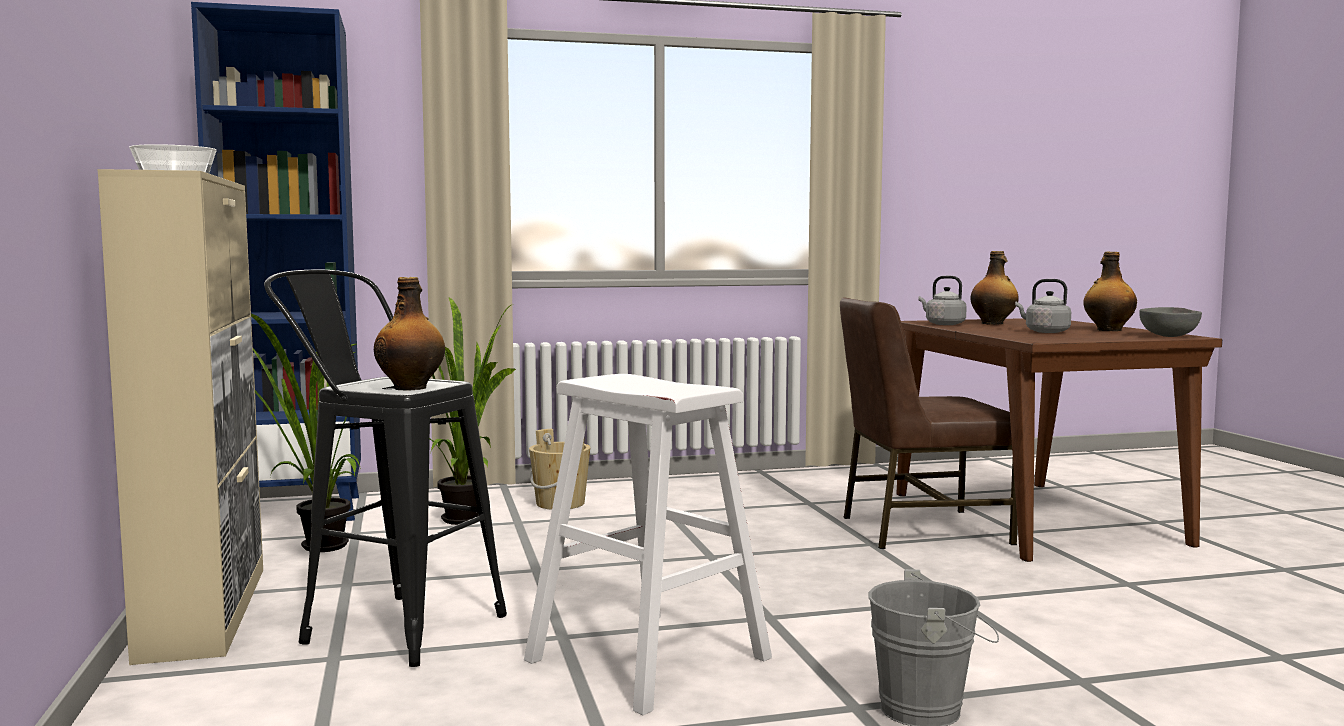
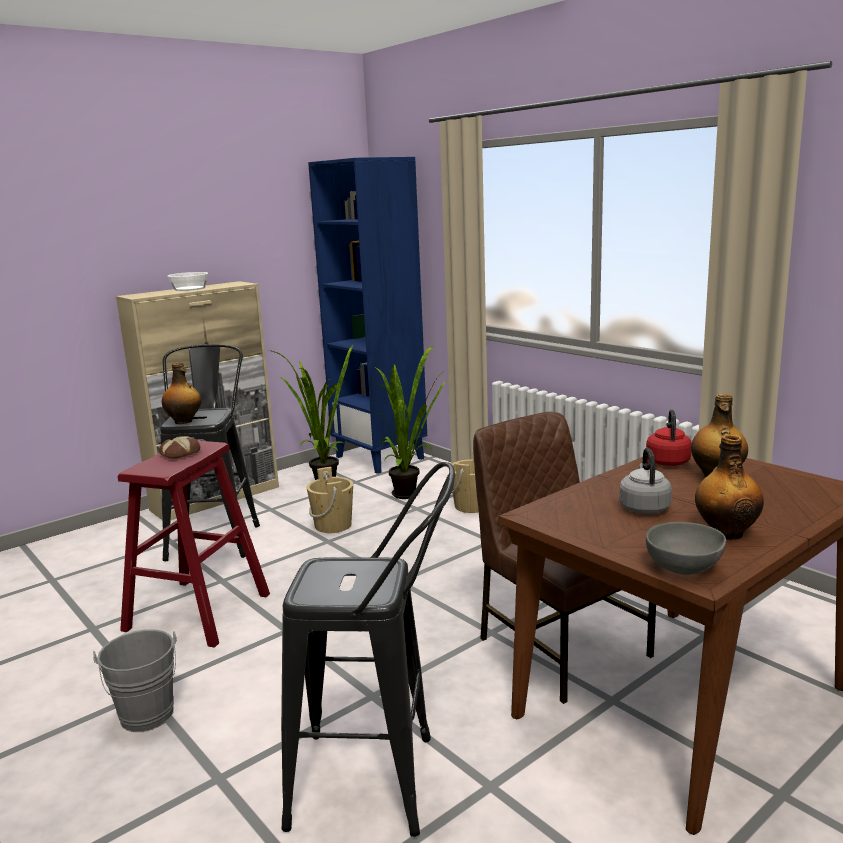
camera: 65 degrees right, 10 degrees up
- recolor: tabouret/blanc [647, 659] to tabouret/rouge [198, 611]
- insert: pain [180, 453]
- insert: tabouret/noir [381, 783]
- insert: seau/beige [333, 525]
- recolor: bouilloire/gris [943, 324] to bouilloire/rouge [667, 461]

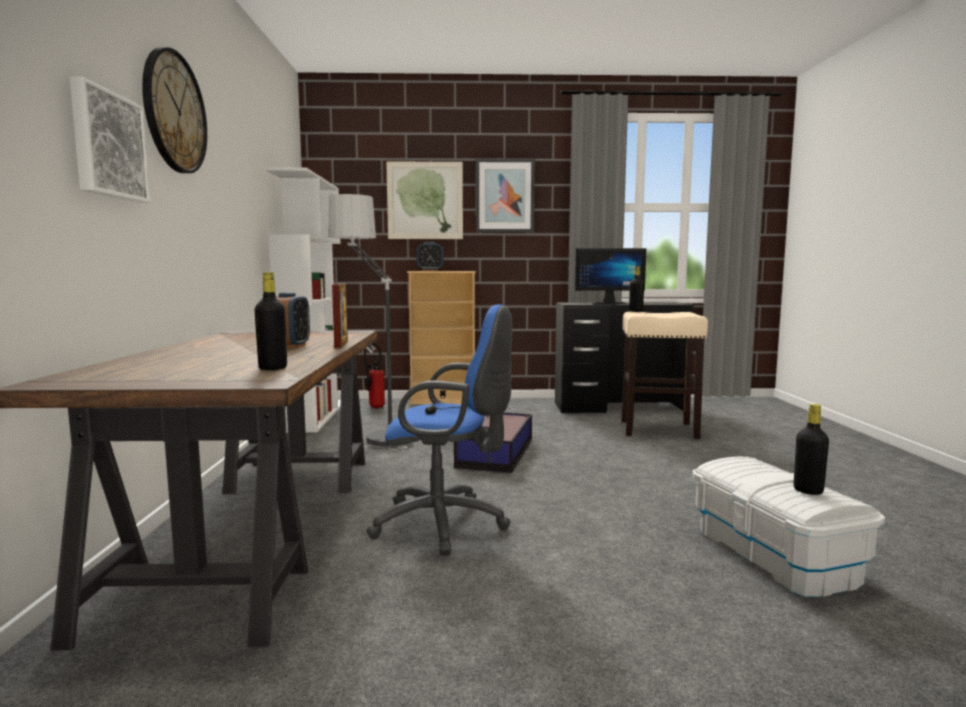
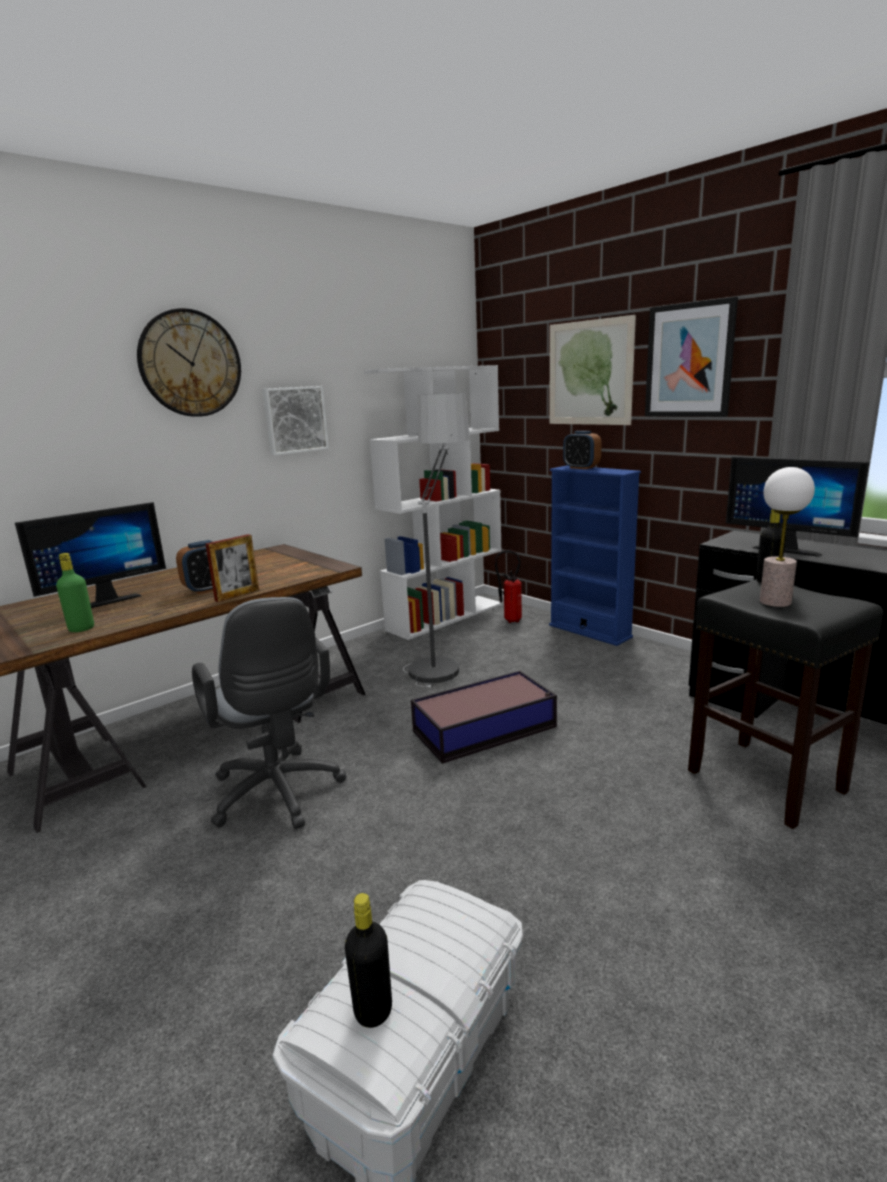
camera: 50 degrees right, 10 degrees up
- insert: écran d'ordinateur [105, 601]
- recolor: bouteille/noir [273, 368] to bouteille/vert [81, 629]
- recolor: chaise de bureau/bleu [447, 524] to chaise de bureau/gris [278, 795]
- move: tableau [107, 145] to [295, 420]
- recolor: bibliothèque/beige [443, 401] to bibliothèque/bleu [589, 631]
- recolor: tabouret/beige [657, 429] to tabouret/noir [763, 780]
- insert: lampe de table [775, 602]

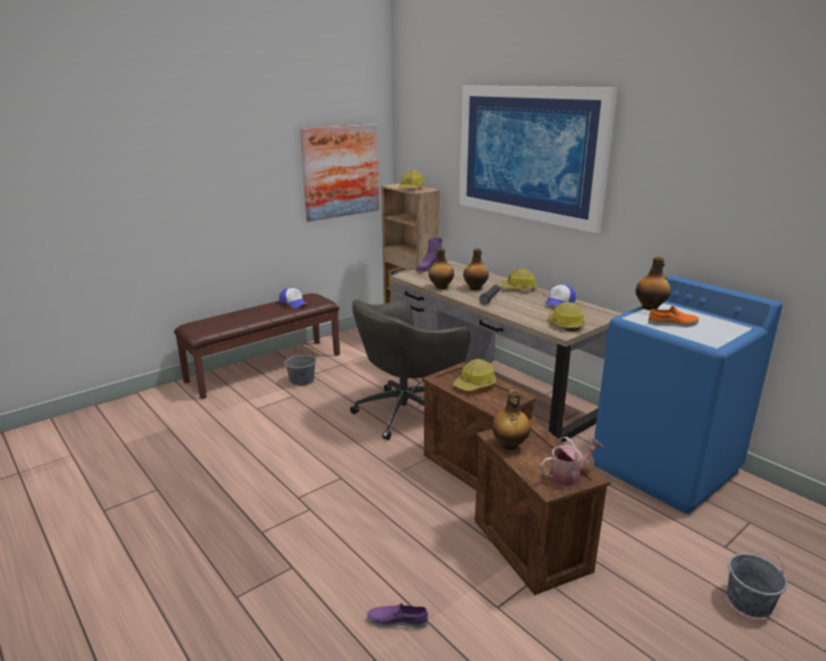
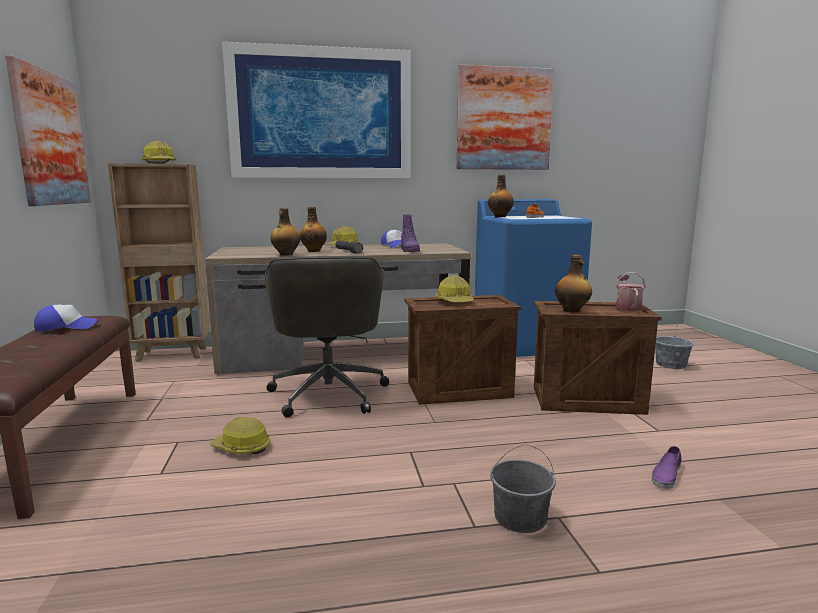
camera: 60 degrees left, 10 degrees down
- move: casque de chantier [565, 324] to [242, 448]
- move: botte/violet [428, 269] to [409, 251]
- insert: tableau [504, 119]
- move: seau/gris [302, 380] to [520, 518]

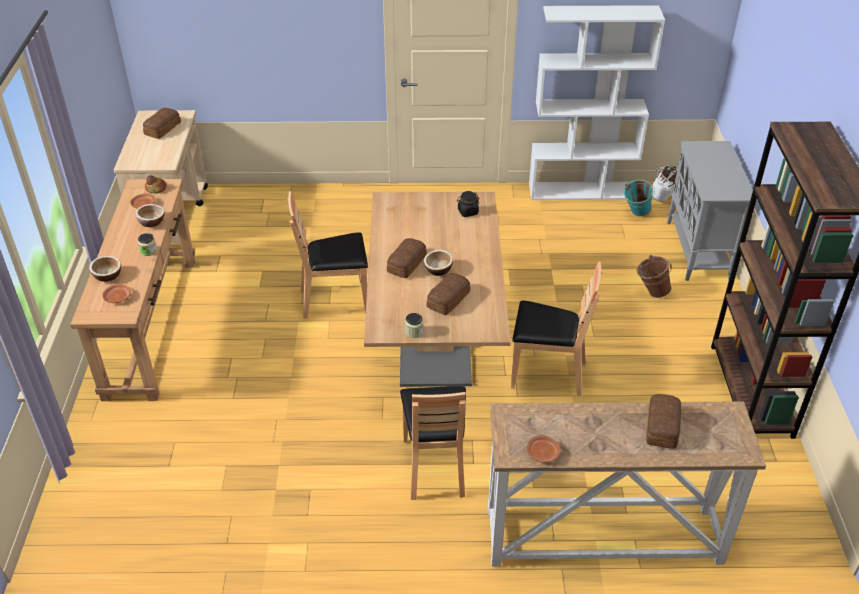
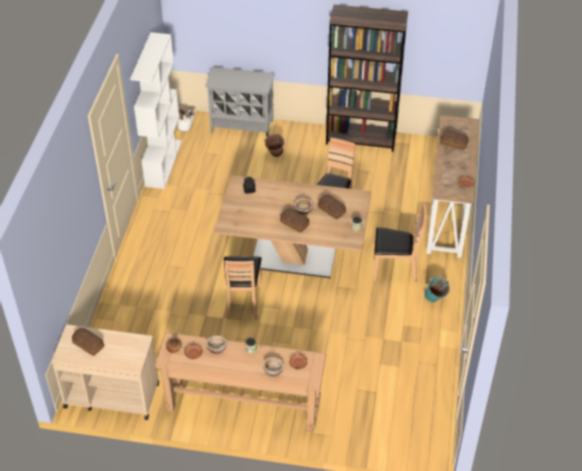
camera: 80 degrees left, 5 degrees up
- move: seau/turquoise [635, 214] to [435, 300]

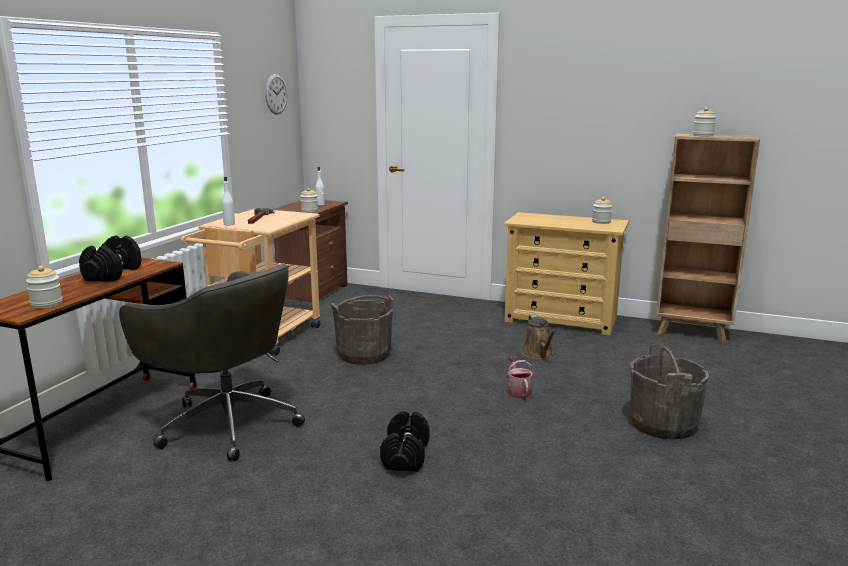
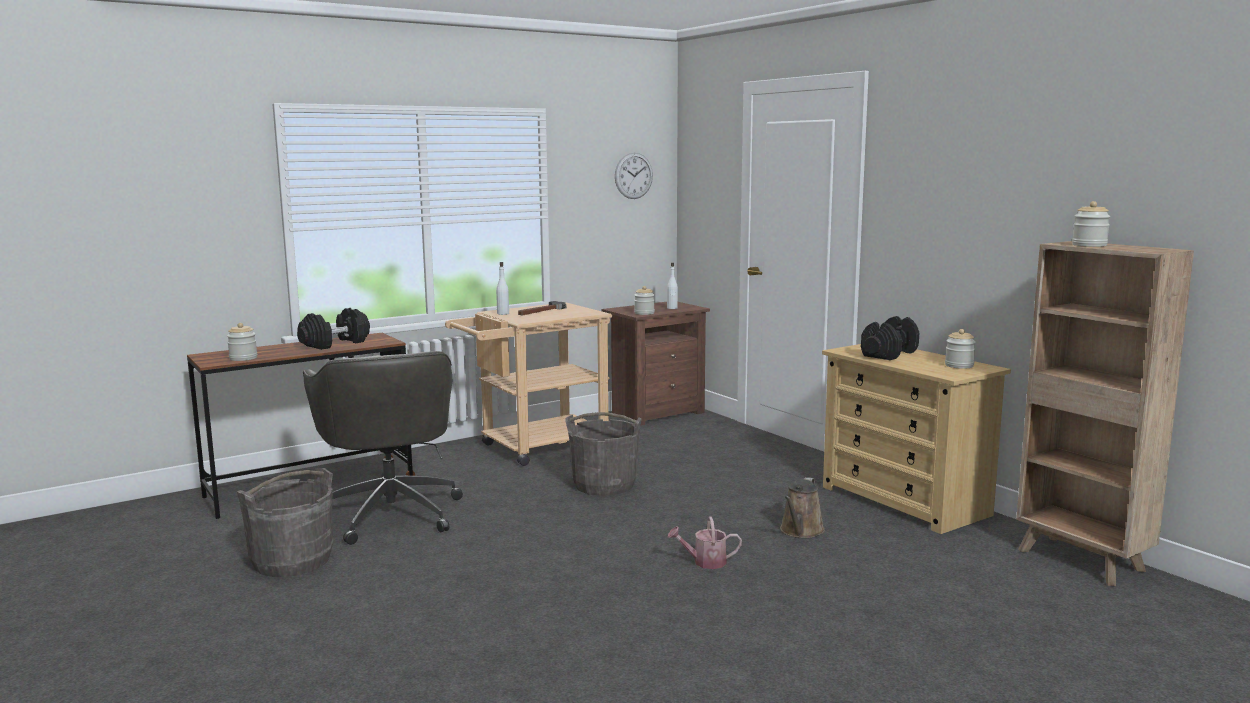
camera: 35 degrees right, 5 degrees down
- move: seau/gris [663, 424] to [292, 561]
- rotate: arrosoir [518, 391] = [705, 562] 120 degrees counterclockwise
- move: haltère/noir [405, 455] to [889, 354]

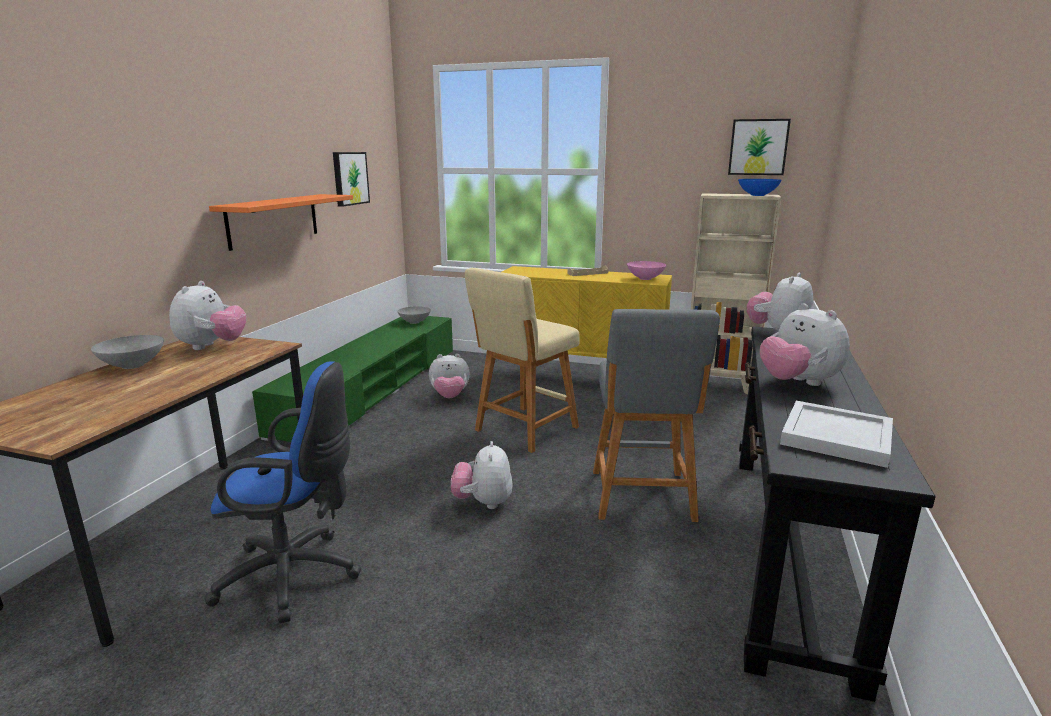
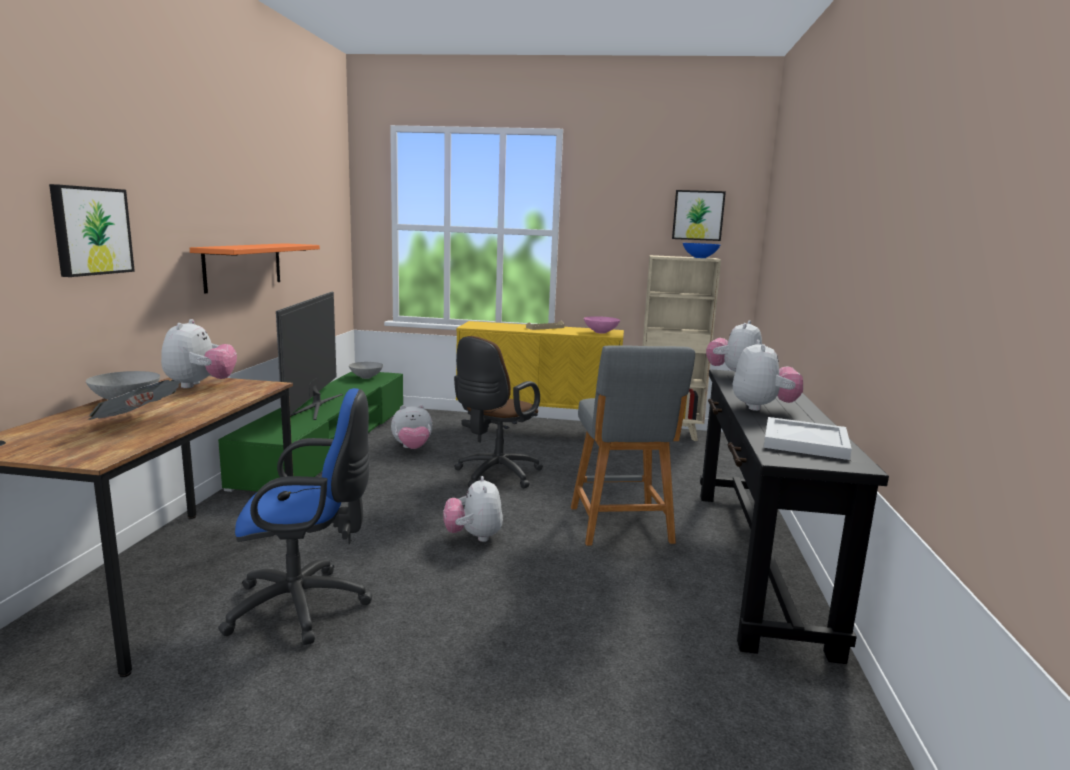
camera: 10 degrees left, 5 degrees down
- move: tableau [349, 178] to [91, 231]
- insert: journal [137, 422]
- insert: téléviseur [314, 405]
- replace: tabouret/beige [523, 430] to chaise de bureau/marron [494, 475]
- rotate: peluche [798, 383] = [762, 408] 135 degrees counterclockwise

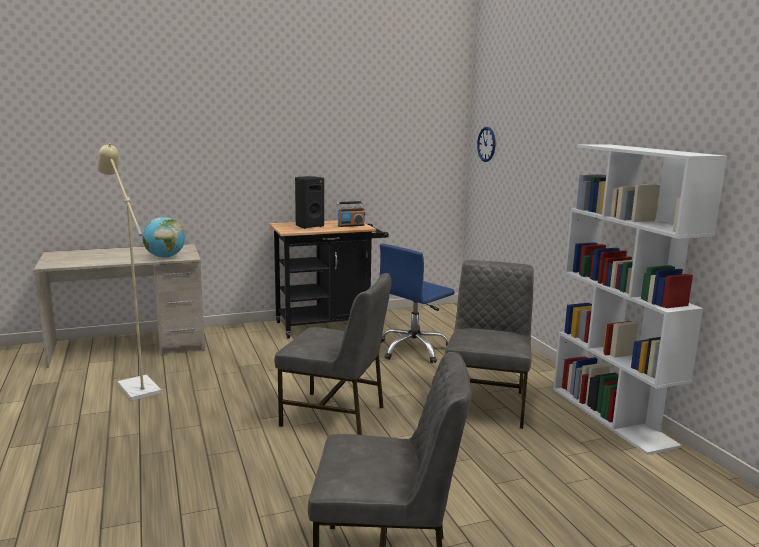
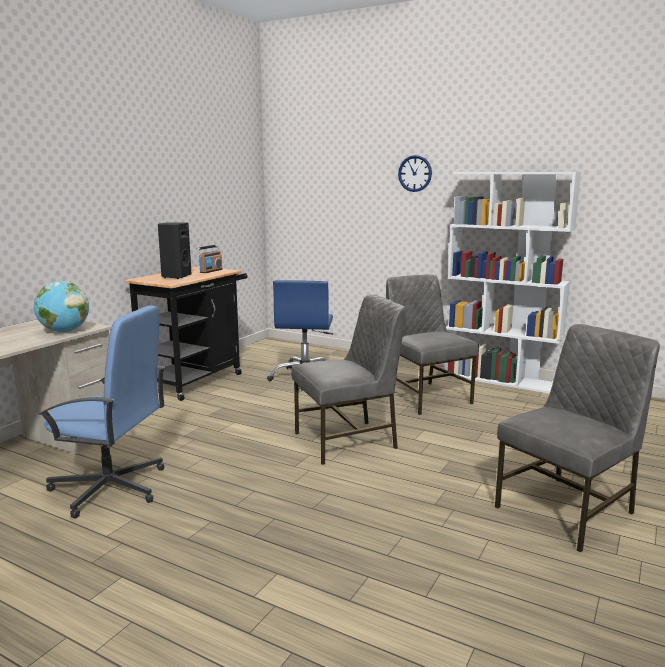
camera: 40 degrees left, 0 degrees up
- replace: lampadaire/beige [136, 385] to chaise de bureau/bleu [111, 488]
- move: horloge murale [486, 144] to [415, 173]

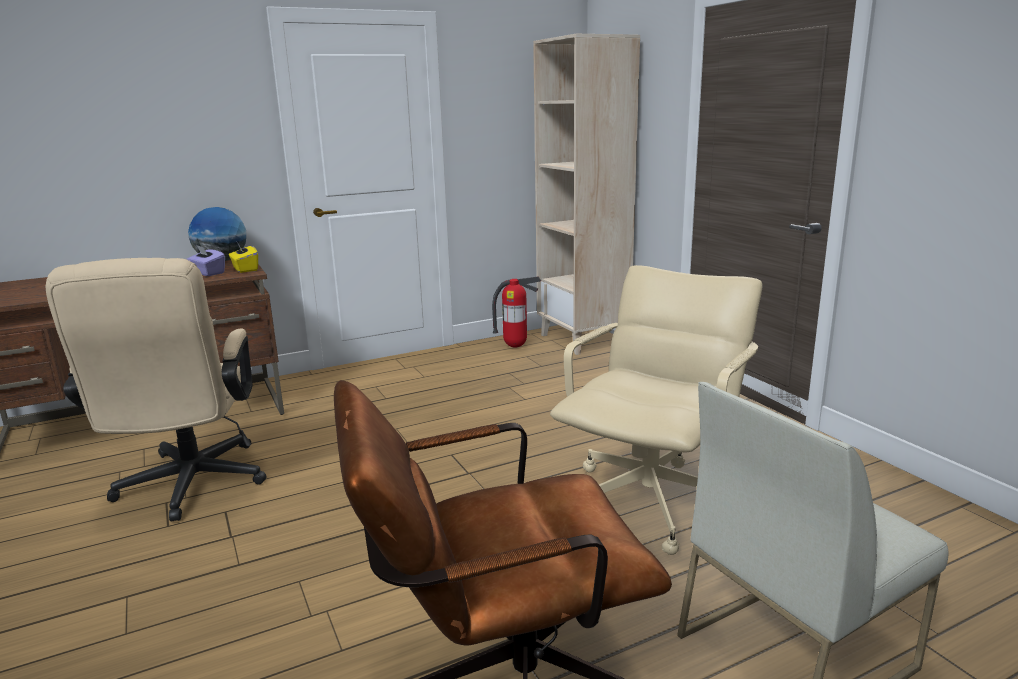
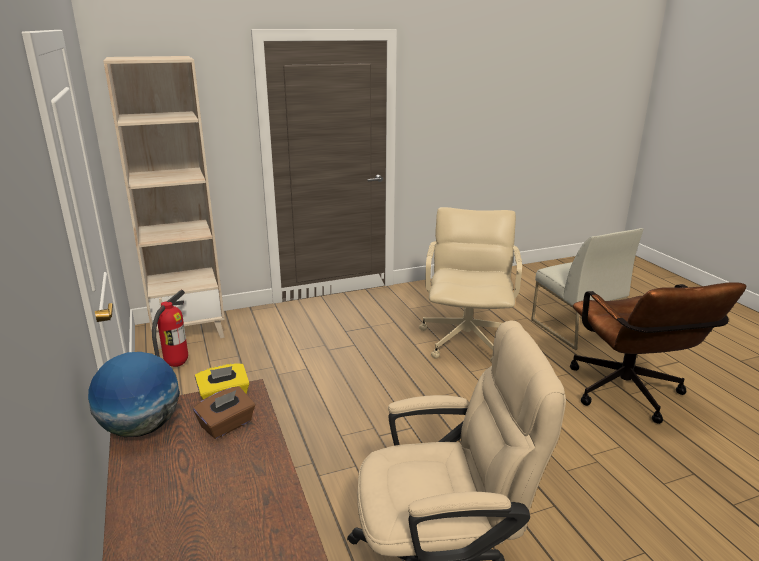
camera: 85 degrees left, 5 degrees up
- recolor: boîte à mouchoirs/violet [208, 273] to boîte à mouchoirs/marron [227, 425]
- rotate: chaise de bureau/beige [651, 502] = [467, 340] 60 degrees clockwise

